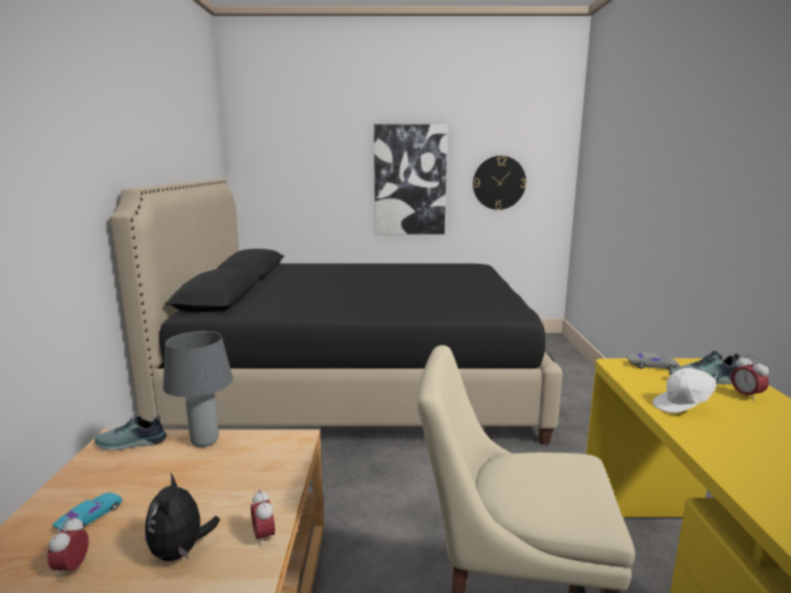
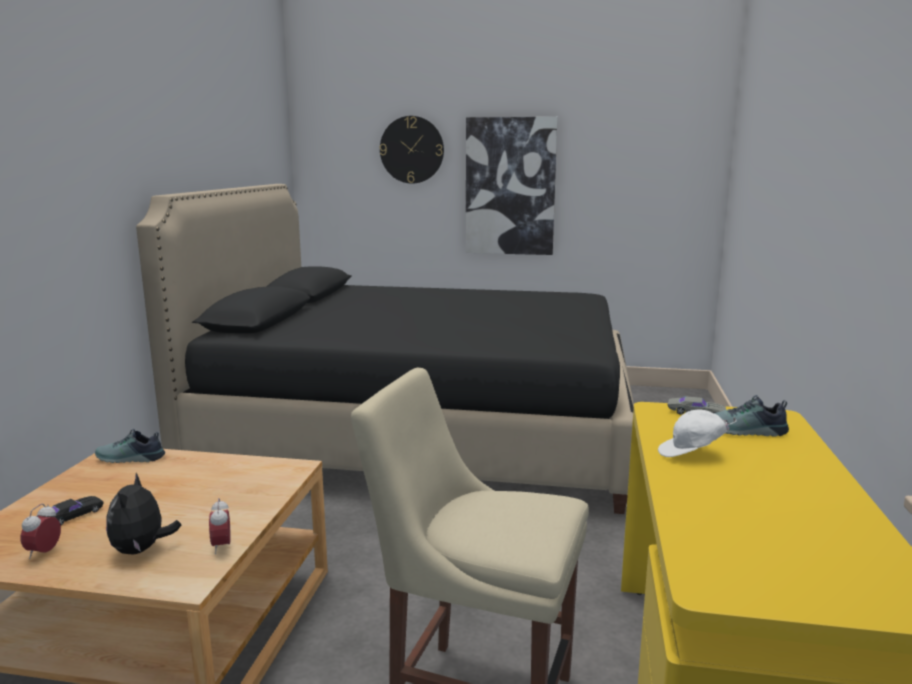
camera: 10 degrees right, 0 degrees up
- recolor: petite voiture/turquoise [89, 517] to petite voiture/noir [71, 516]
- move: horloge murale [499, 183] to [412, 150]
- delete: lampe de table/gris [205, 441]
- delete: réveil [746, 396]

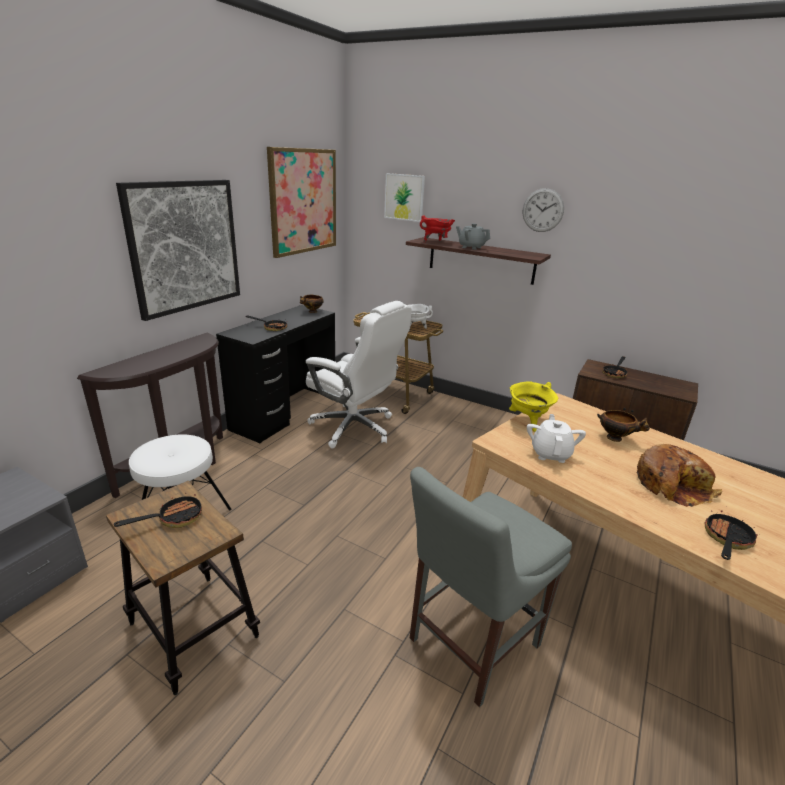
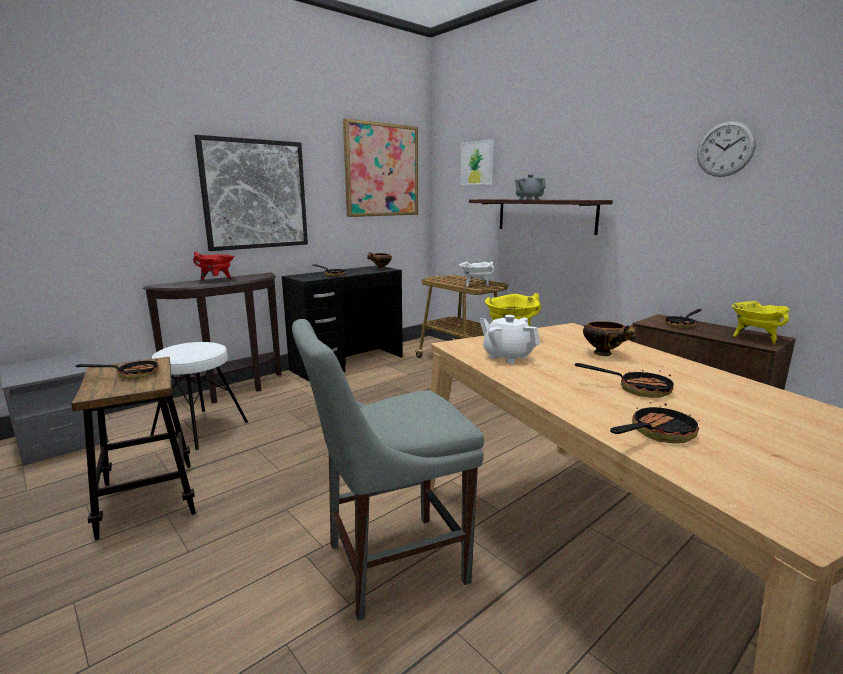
camera: 20 degrees right, 10 degrees down
- move: marmite/rouge [436, 242] to [216, 280]
- rotate: théière/blanc [550, 454] = [507, 357] 75 degrees counterclockwise
- replace: pain [672, 484] to poêle [636, 389]
- move: horloge murale [543, 210] to [725, 149]
- insert: marmite/jaune [754, 338]
- delete: chaise de bureau/blanc [354, 427]

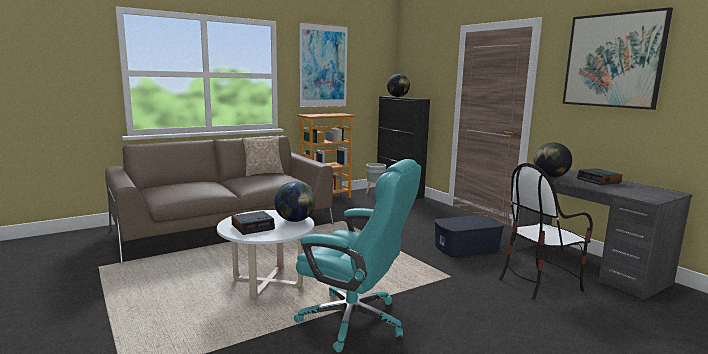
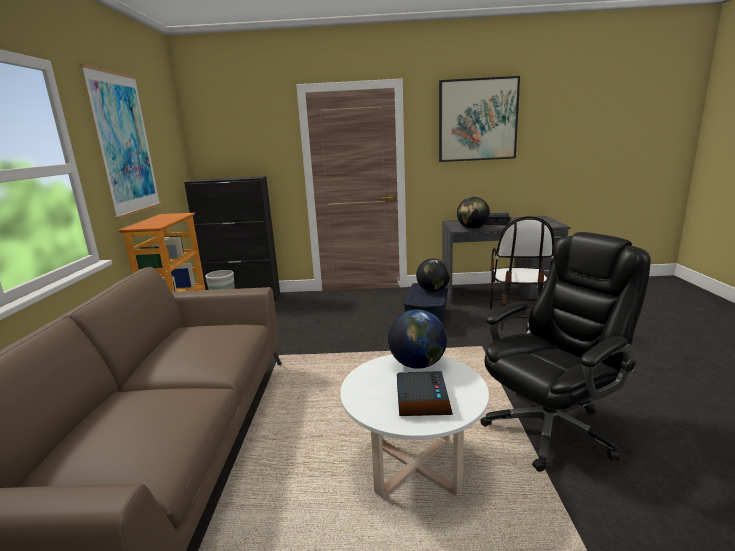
camera: 55 degrees left, 5 degrees up
- move: globe [397, 97] to [433, 290]
- recolor: chaise de bureau/turquoise [354, 321] to chaise de bureau/noir [550, 428]
- delete: coussin [263, 173]

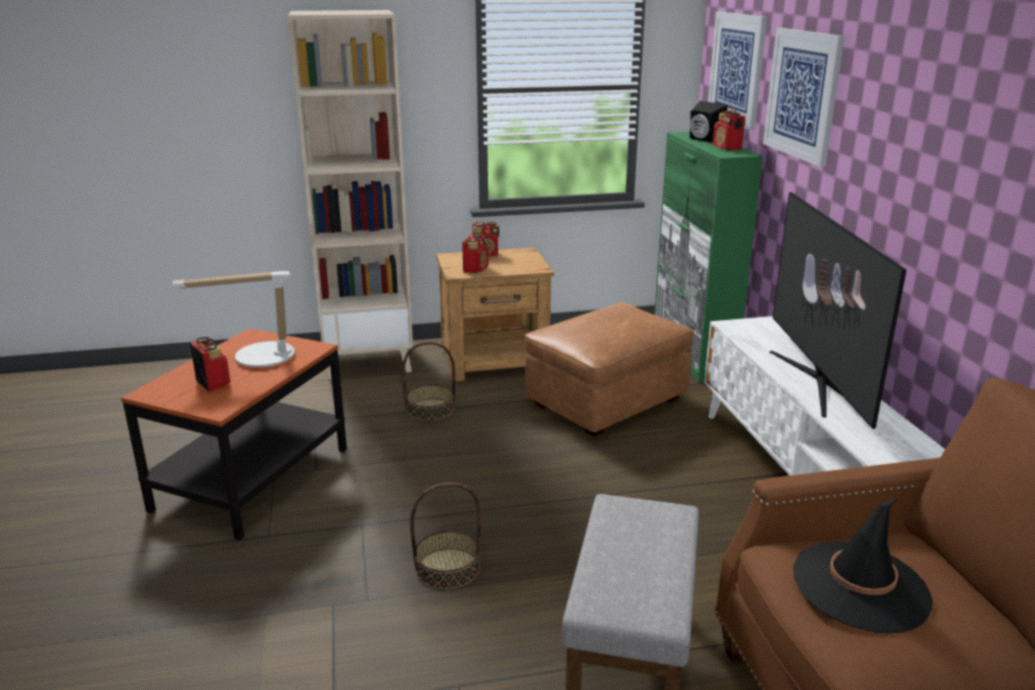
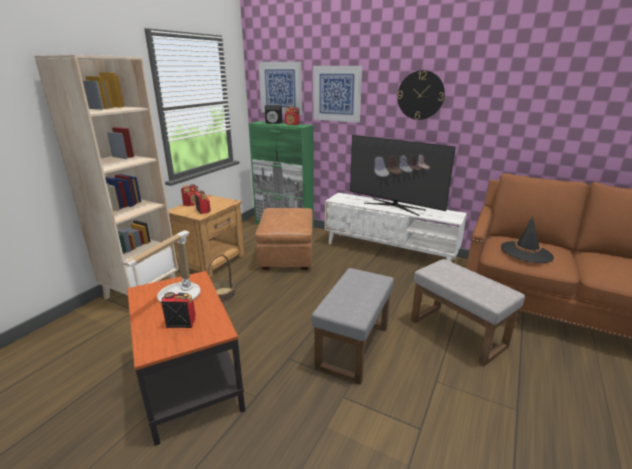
camera: 50 degrees left, 0 degrees up
- replace: panier [447, 569] to pouf/gris [353, 348]
- insert: horloge murale [420, 95]

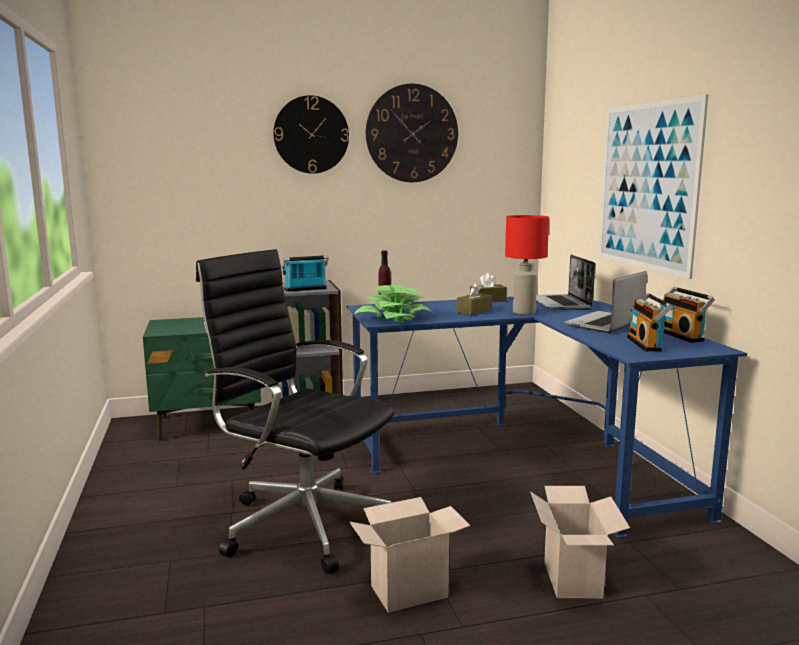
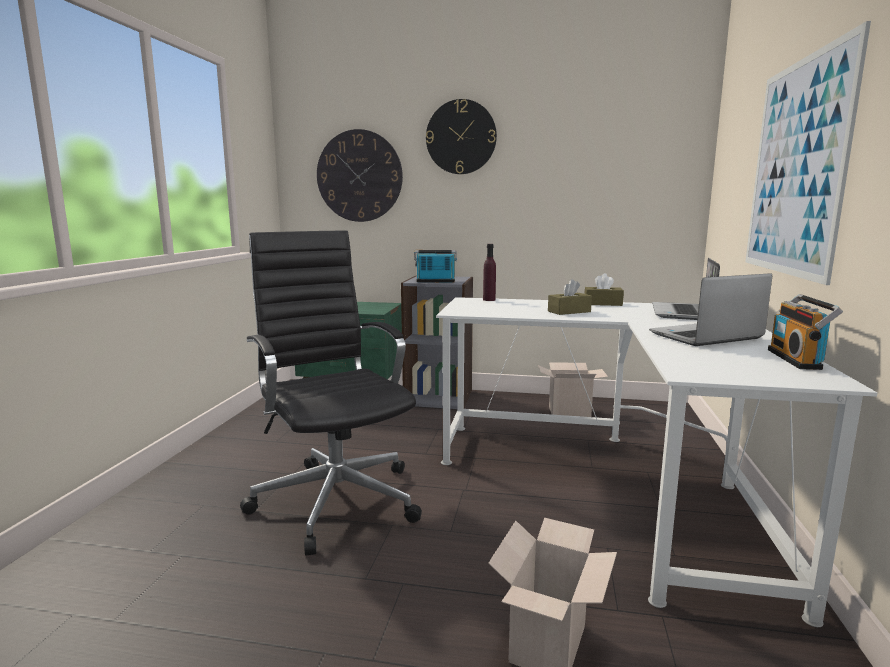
camera: 25 degrees right, 0 degrees up
- move: horloge murale [412, 133] to [359, 176]
- recolor: bureau/bleu [527, 459] to bureau/blanc [614, 482]
- move: carton [410, 590] to [570, 412]
- delete: plante en pot [393, 318]
- delete: lampe de table/rouge [523, 312]
- delete: radio [646, 344]

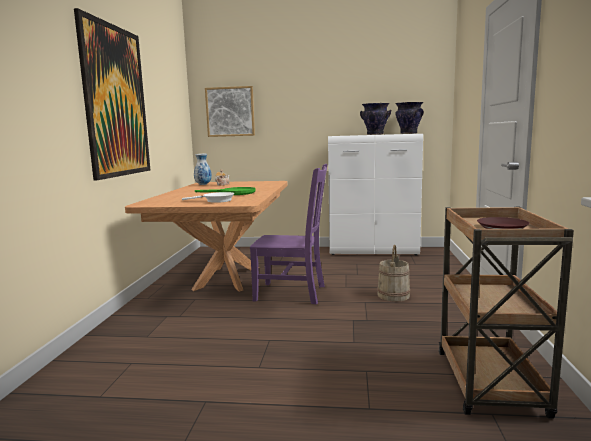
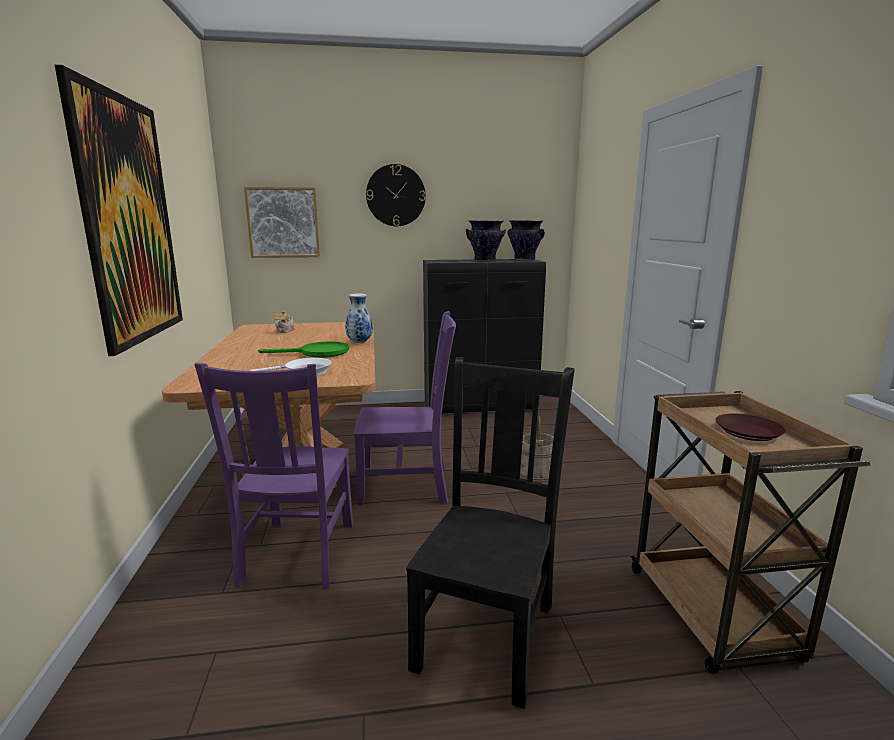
camera: 15 degrees left, 5 degrees up
- insert: chaise/violet [297, 556]
- move: vase [203, 184] to [359, 342]
- insert: horloge murale [395, 195]
- insert: chaise/noir [487, 632]
- recolor: meuble de rangement/blanc [374, 251] to meuble de rangement/noir [481, 407]

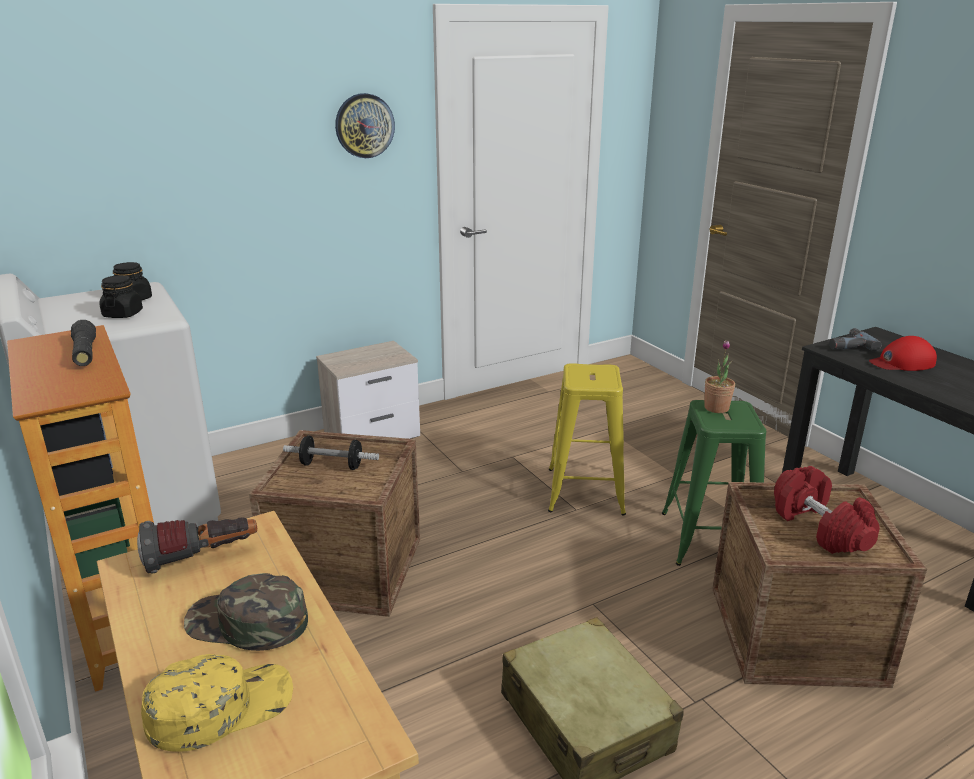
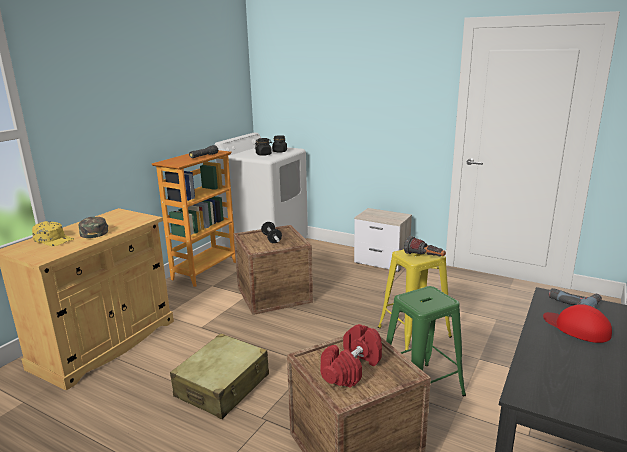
camera: 60 degrees right, 5 degrees down
- move: lampe de poche [202, 558] to [424, 257]
- delete: horloge murale [364, 126]
- delete: plante en pot [716, 408]

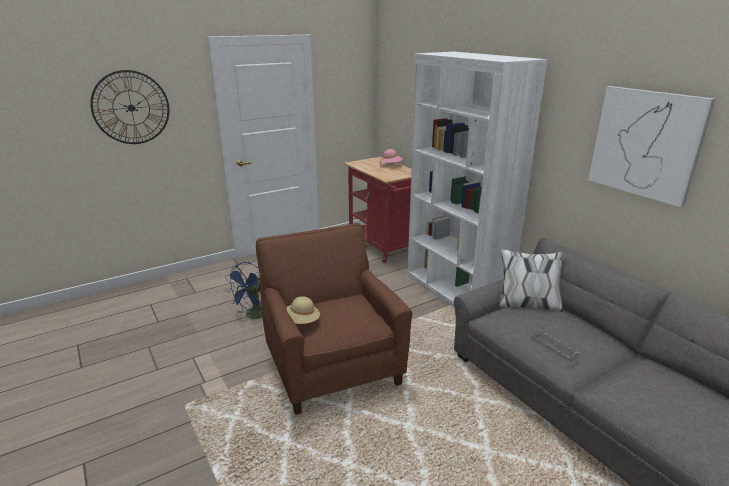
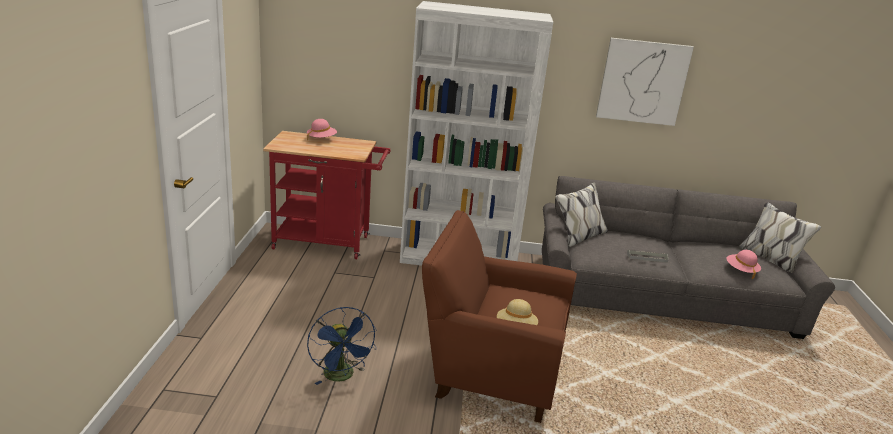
camera: 55 degrees left, 0 degrees up
- insert: chapeau/rose [741, 270]
- delete: horloge murale [131, 108]

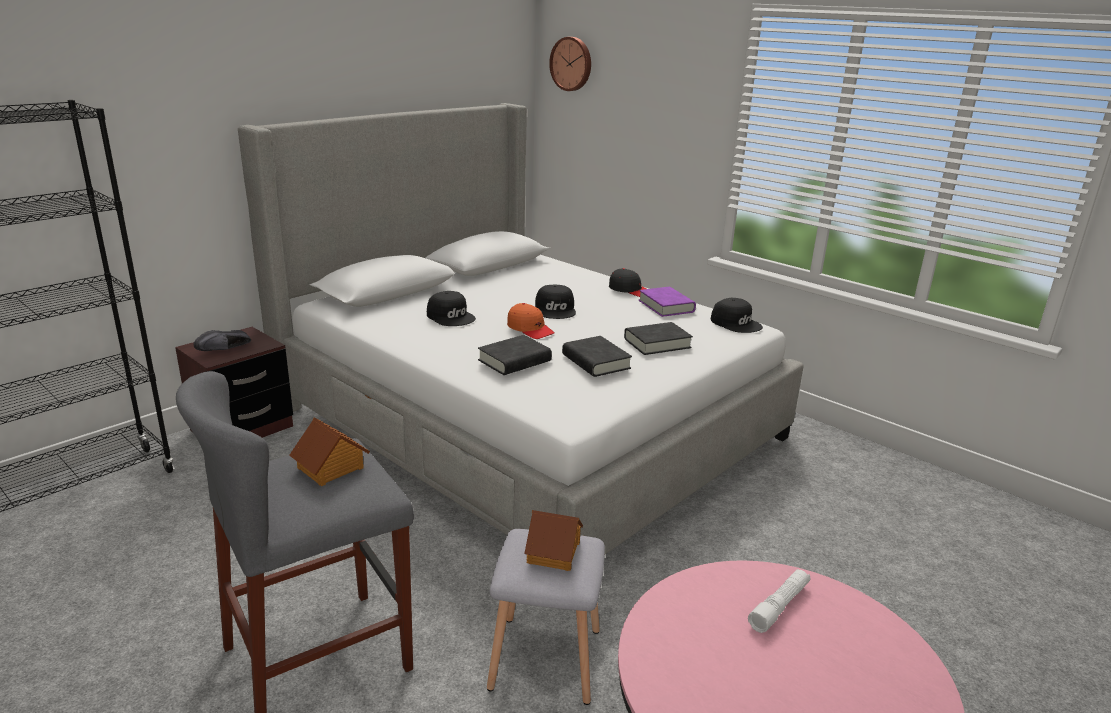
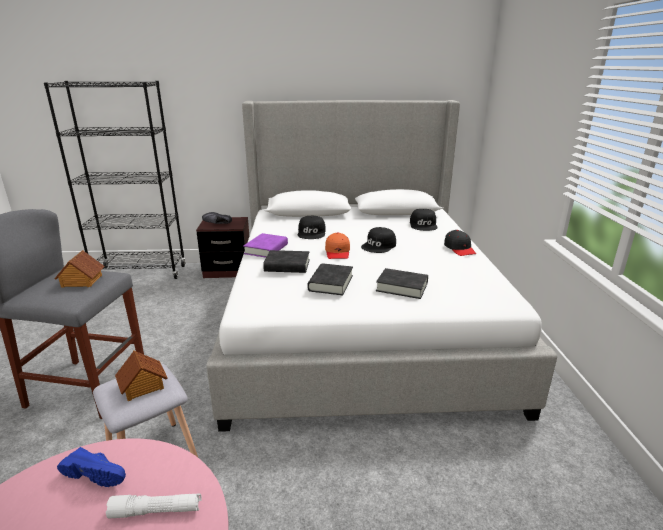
camera: 45 degrees right, 0 degrees up
- insert: chaussure/bleu [98, 473]
- move: livre/violet [666, 306] to [266, 249]
- move: casquette/noir [736, 323] to [423, 225]
- delete: horloge murale [572, 64]

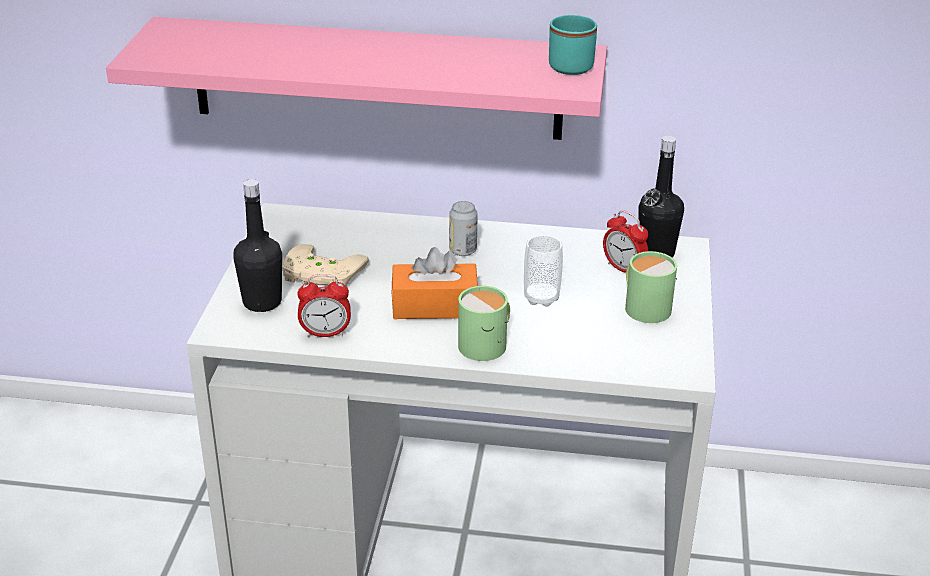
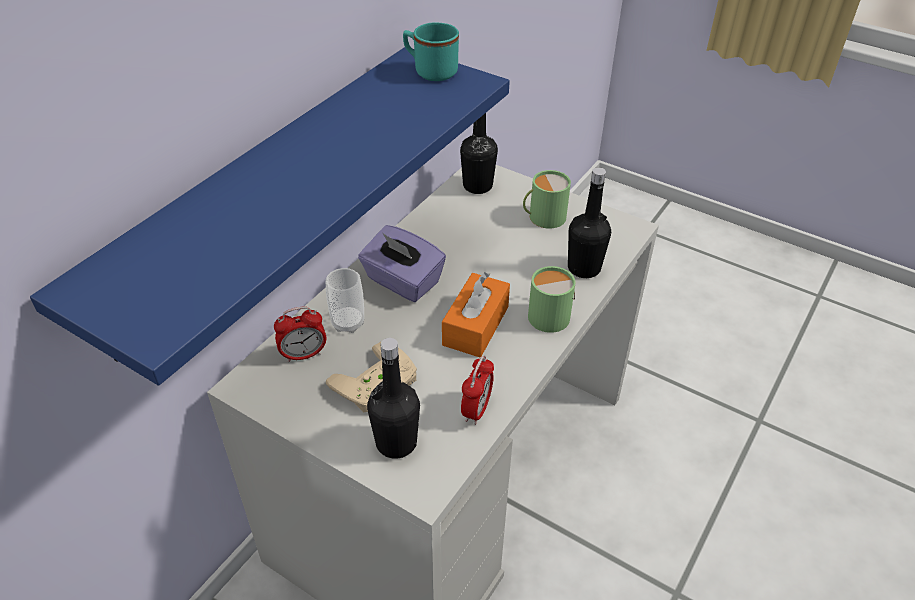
camera: 65 degrees left, 10 degrees up
- recolor: étagère/rose [376, 78] to étagère/bleu [263, 194]
- move: réveil [623, 268] to [303, 355]
- move: tasse [541, 298] to [348, 323]
- replace: boîte métallique [463, 250] to boîte à mouchoirs/violet [402, 282]
- insert: bouteille/noir [584, 268]

